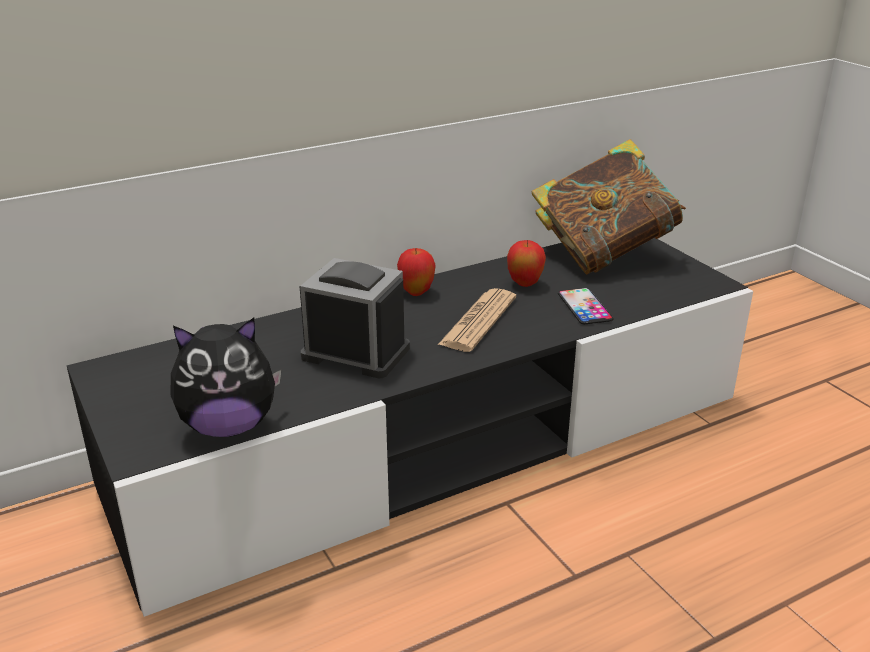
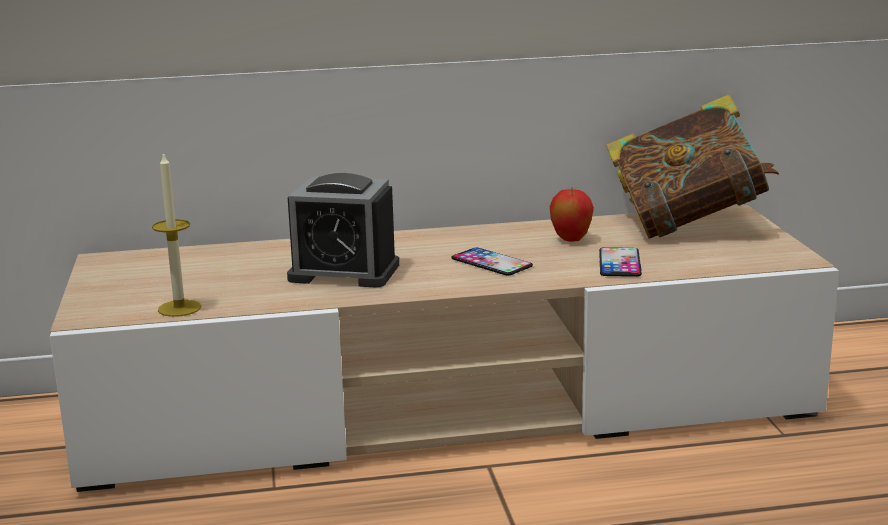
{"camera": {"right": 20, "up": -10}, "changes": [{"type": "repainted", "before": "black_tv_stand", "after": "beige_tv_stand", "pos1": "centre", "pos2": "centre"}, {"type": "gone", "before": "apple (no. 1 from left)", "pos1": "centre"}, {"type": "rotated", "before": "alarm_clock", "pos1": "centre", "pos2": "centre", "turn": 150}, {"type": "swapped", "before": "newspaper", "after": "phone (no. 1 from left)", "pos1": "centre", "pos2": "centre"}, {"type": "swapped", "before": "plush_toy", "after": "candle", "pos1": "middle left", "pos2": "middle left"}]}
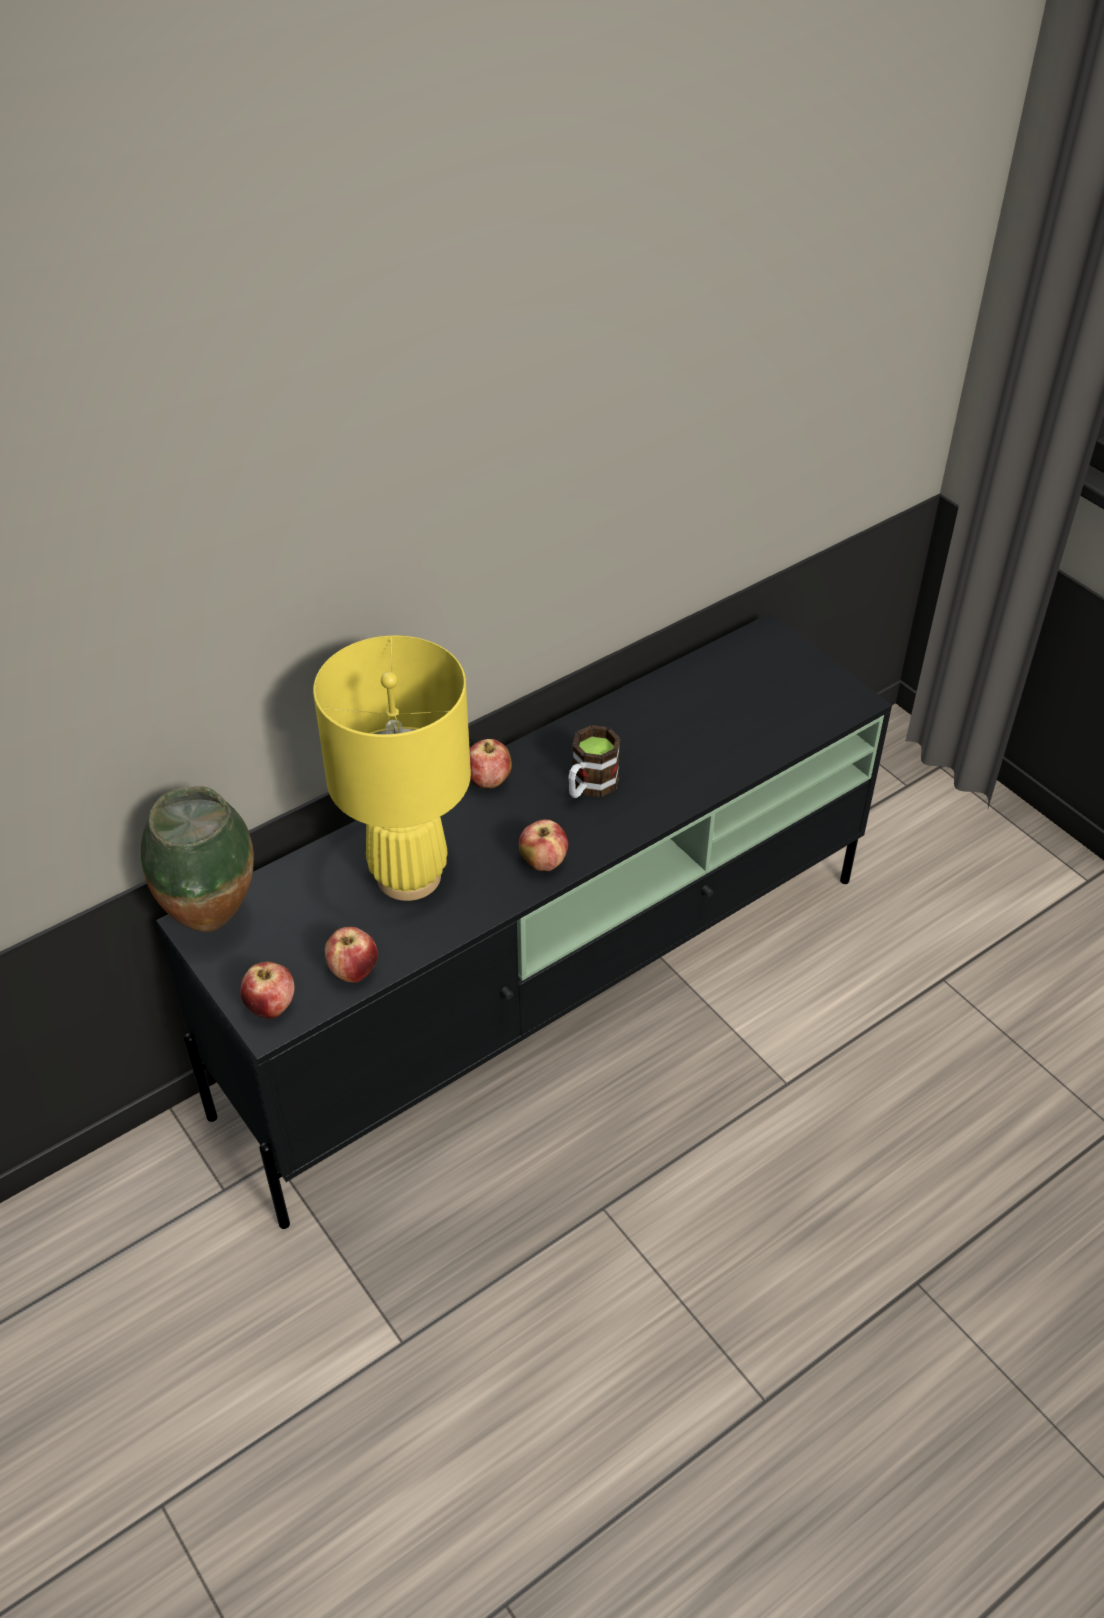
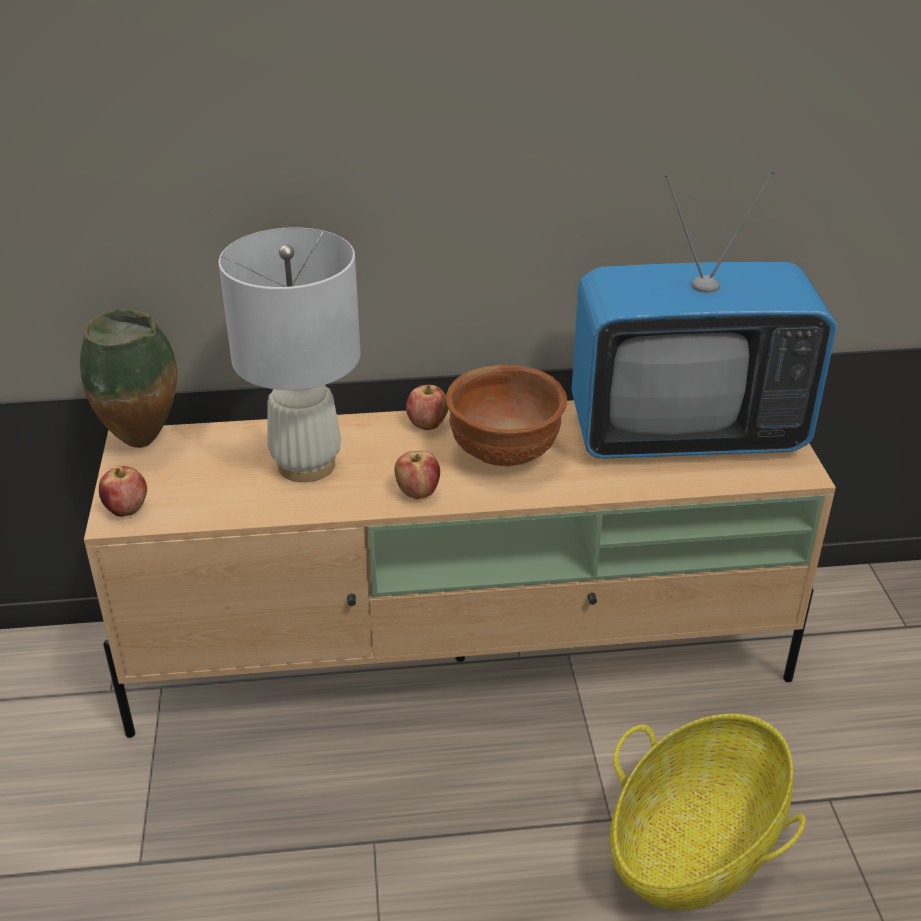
{"camera": {"right": 30, "up": -10}, "changes": [{"type": "repainted", "before": "black_tv_stand", "after": "beige_tv_stand", "pos1": "centre", "pos2": "centre"}, {"type": "repainted", "before": "yellow_table_lamp", "after": "white_table_lamp", "pos1": "centre", "pos2": "middle left"}, {"type": "swapped", "before": "mug", "after": "brown_bowl", "pos1": "centre", "pos2": "centre"}, {"type": "gone", "before": "apple (no. 2 from left)", "pos1": "middle left"}, {"type": "new", "after": "television", "pos2": "middle right"}, {"type": "new", "after": "basket", "pos2": "bottom right"}]}
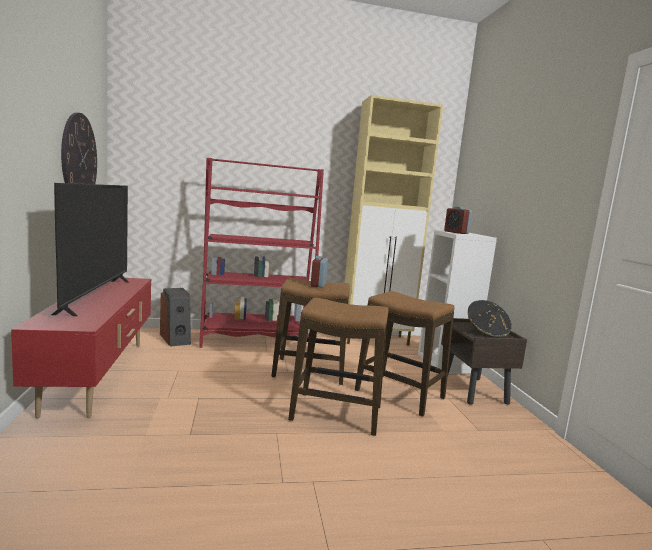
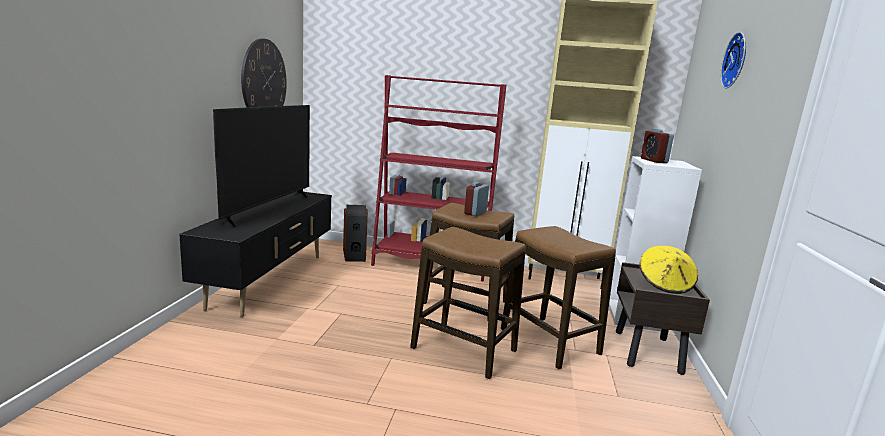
{"camera": {"right": 20, "up": 5}, "changes": [{"type": "repainted", "before": "red_tv_stand", "after": "black_tv_stand", "pos1": "middle left", "pos2": "middle left"}, {"type": "repainted", "before": "black_hat", "after": "yellow_hat", "pos1": "middle right", "pos2": "middle right"}, {"type": "new", "after": "wall_clock (no. 2 from left)", "pos2": "top right"}]}
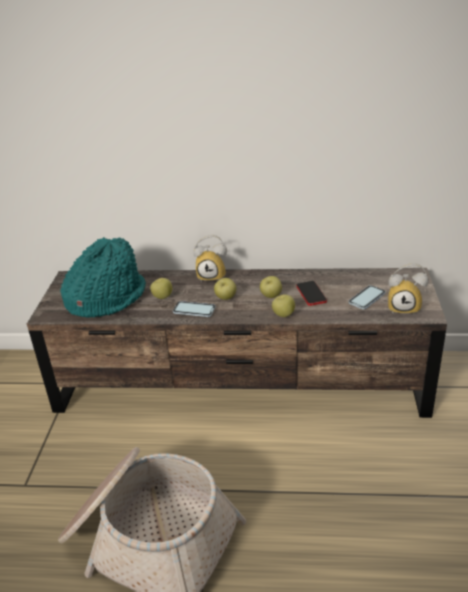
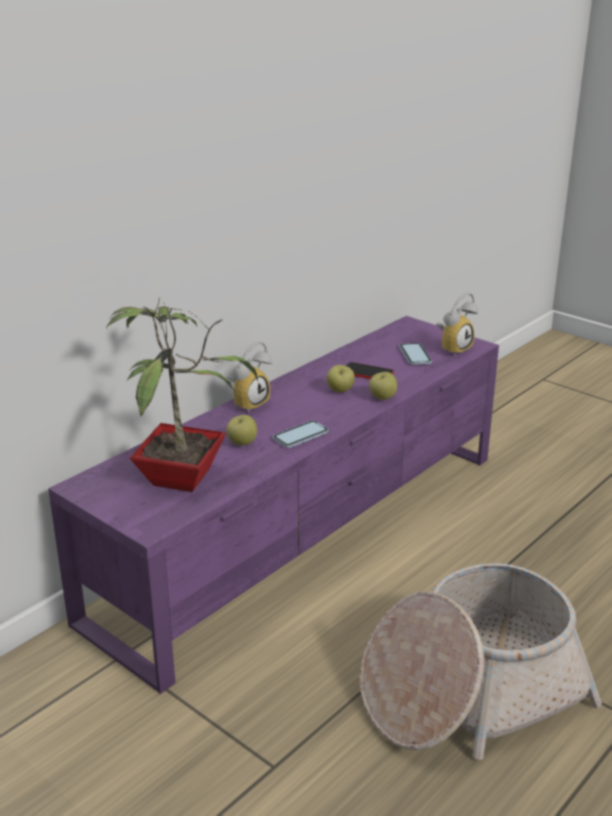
{"camera": {"right": -55, "up": -5}, "changes": [{"type": "swapped", "before": "turquoise_hat", "after": "potted_plant", "pos1": "middle left", "pos2": "middle left"}, {"type": "repainted", "before": "brown_tv_stand", "after": "purple_tv_stand", "pos1": "centre", "pos2": "centre"}, {"type": "gone", "before": "apple (no. 2 from left)", "pos1": "centre"}]}
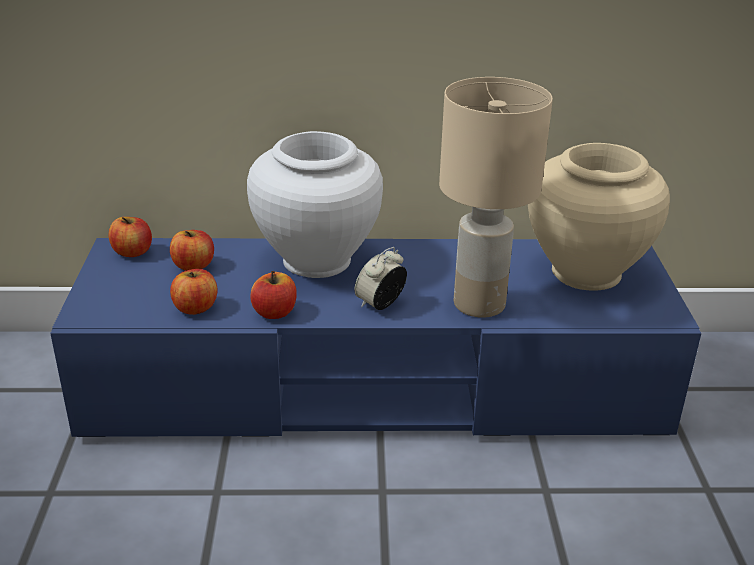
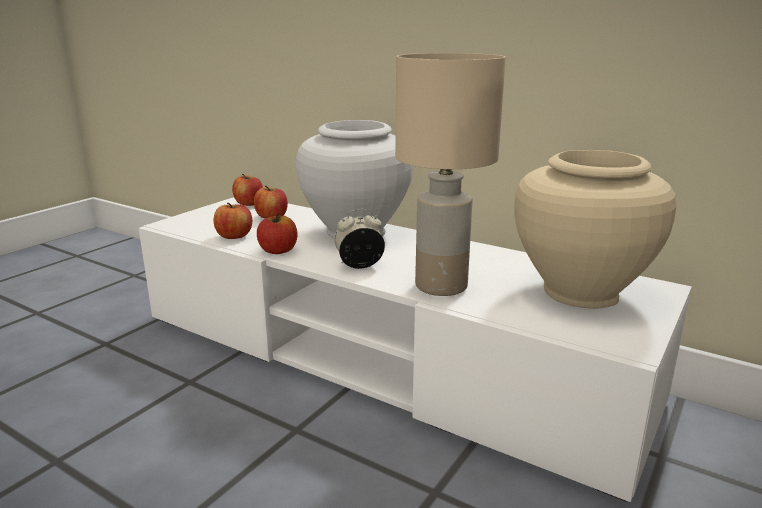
{"camera": {"right": 35, "up": -10}, "changes": [{"type": "repainted", "before": "blue_tv_stand", "after": "white_tv_stand", "pos1": "centre", "pos2": "bottom centre"}]}
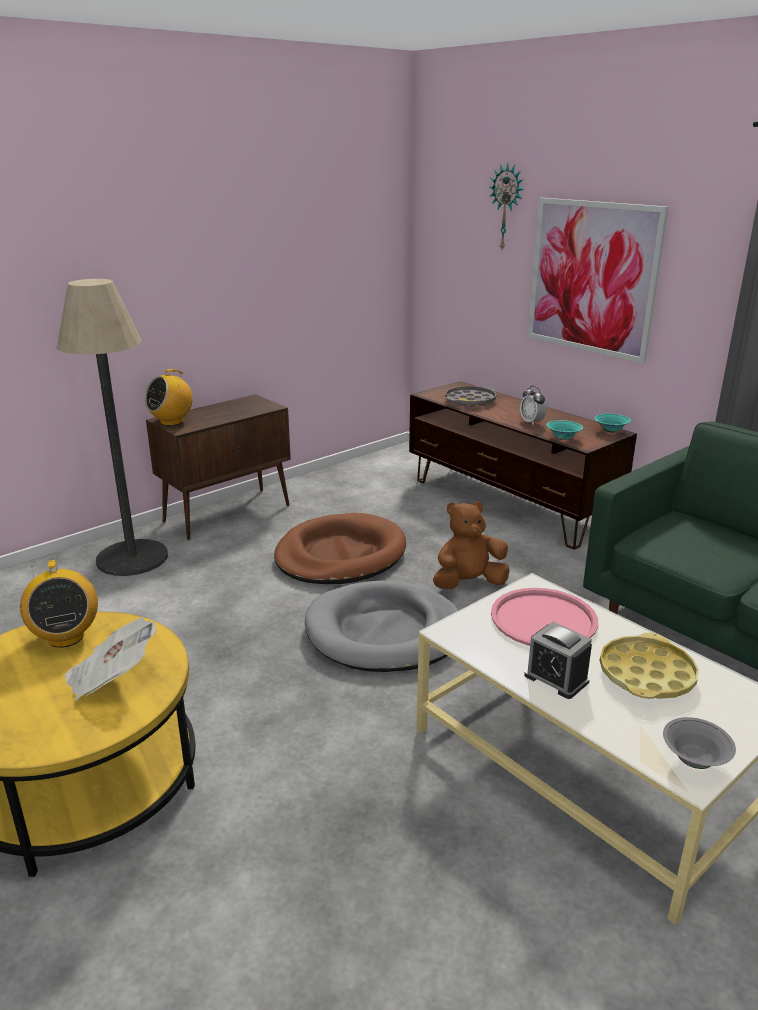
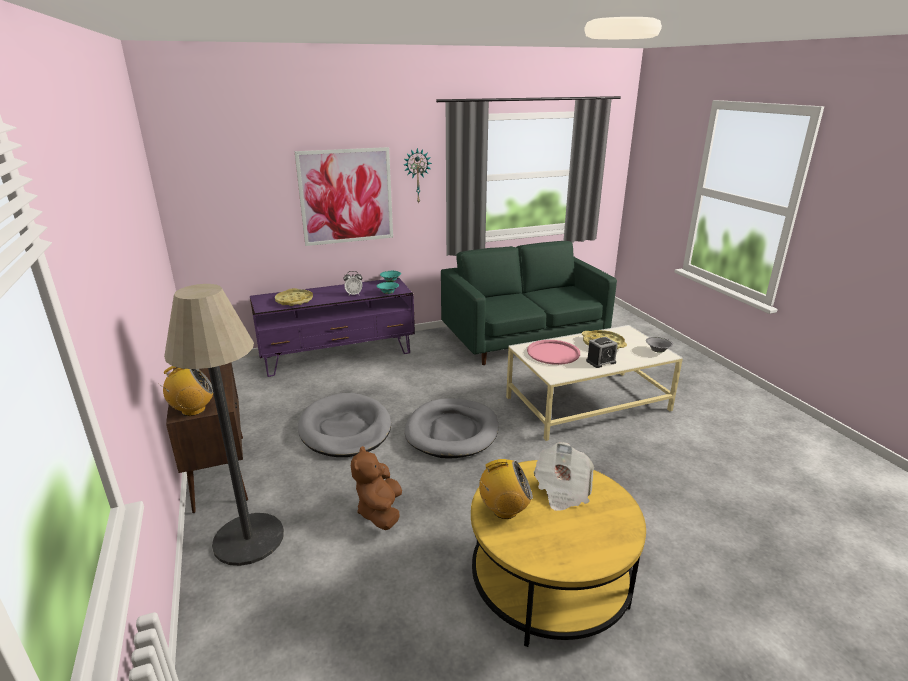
{"camera": {"right": -70, "up": 0}, "changes": [{"type": "shifted", "before": "wall_clock", "pos1": "top right", "pos2": "top centre"}, {"type": "rotated", "before": "radio (no. 2 from left in the first image)", "pos1": "middle left", "pos2": "middle left", "turn": -90}, {"type": "repainted", "before": "brown_tv_stand", "after": "purple_tv_stand", "pos1": "middle right", "pos2": "centre"}, {"type": "repainted", "before": "grey_tray", "after": "yellow_tray (no. 1 from left)", "pos1": "centre", "pos2": "middle left"}, {"type": "shifted", "before": "brown_plush_toy", "pos1": "centre", "pos2": "bottom centre"}, {"type": "repainted", "before": "brown_dog_bed", "after": "grey_dog_bed (no. 1 from left)", "pos1": "centre", "pos2": "centre"}]}
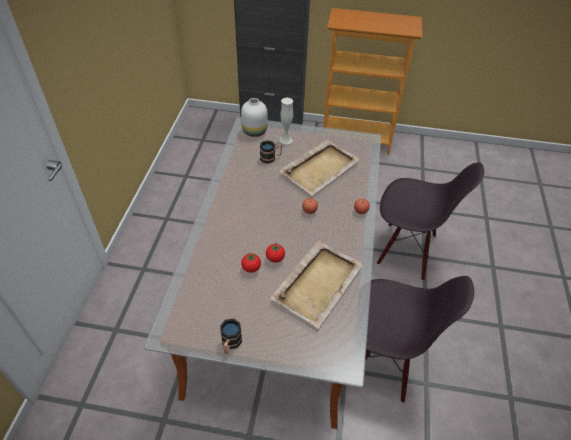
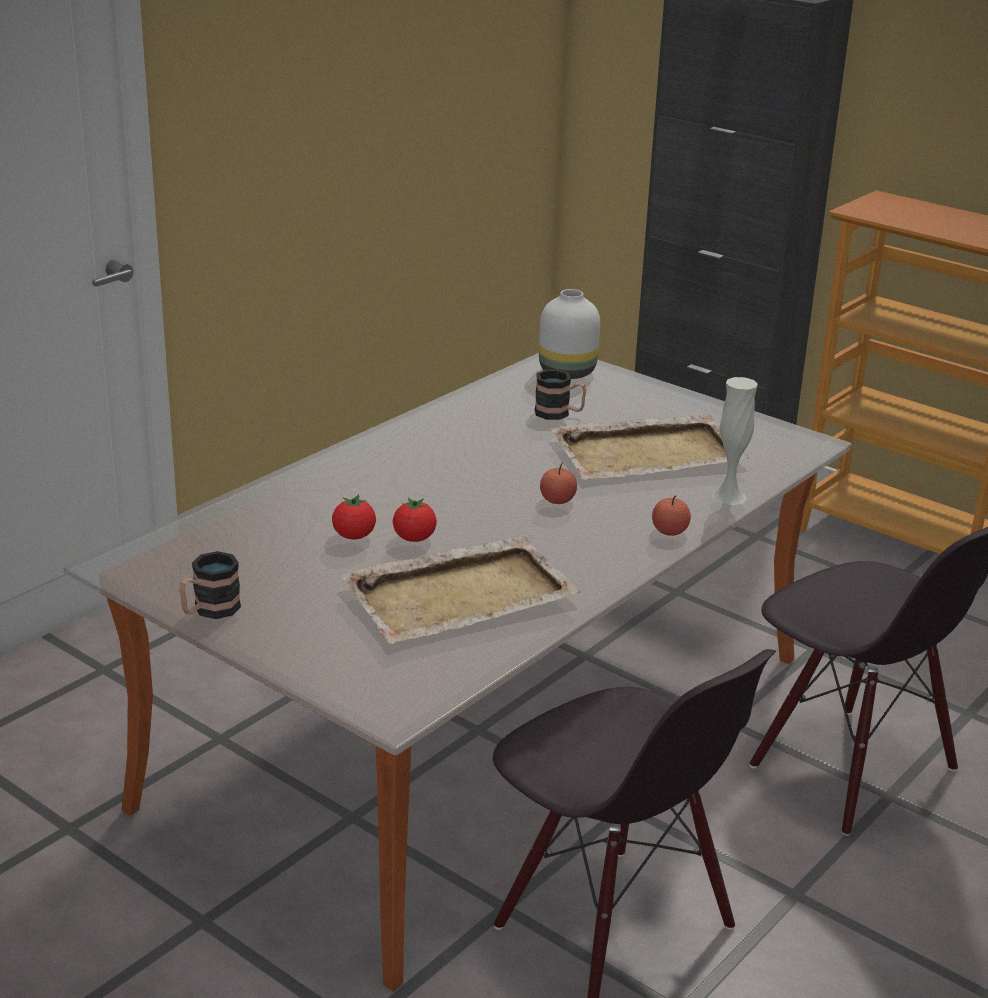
{"camera": {"right": 30, "up": -20}, "changes": [{"type": "shifted", "before": "white_vase (no. 2 from left)", "pos1": "top centre", "pos2": "middle right"}]}
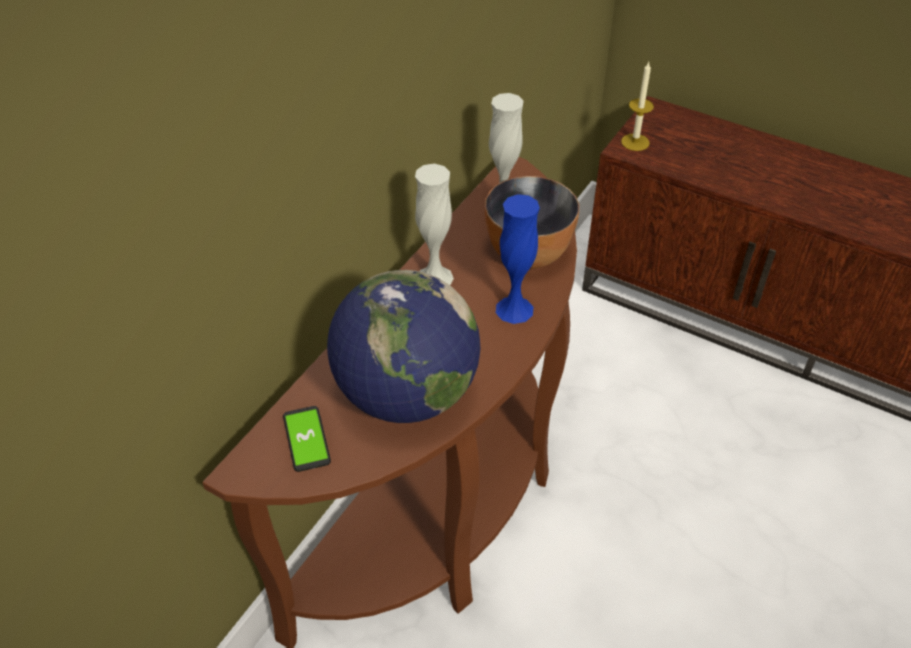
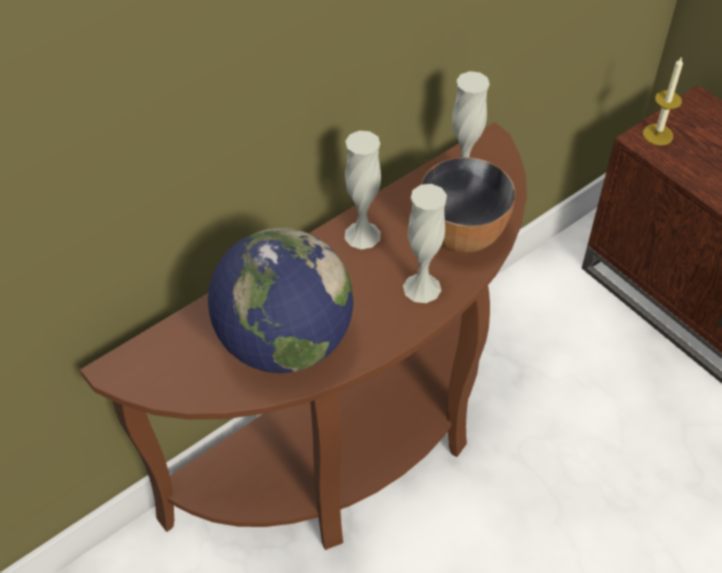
{"camera": {"right": 20, "up": 5}, "changes": [{"type": "repainted", "before": "blue_vase", "after": "white_vase (no. 2 from left)", "pos1": "centre", "pos2": "centre"}, {"type": "gone", "before": "phone", "pos1": "bottom centre"}]}
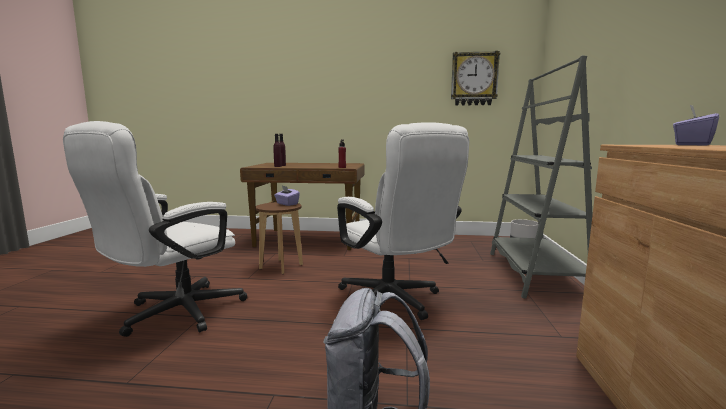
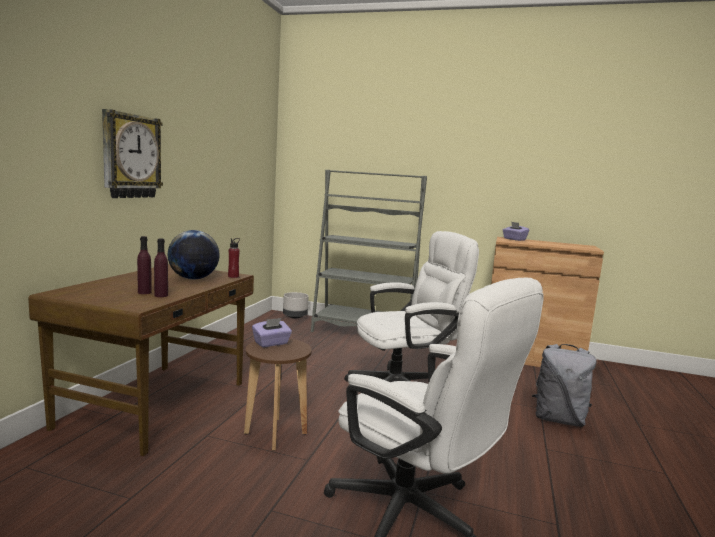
{"camera": {"right": -80, "up": 0}, "changes": [{"type": "shifted", "before": "wall_clock", "pos1": "top centre", "pos2": "top left"}, {"type": "new", "after": "globe", "pos2": "middle left"}]}
